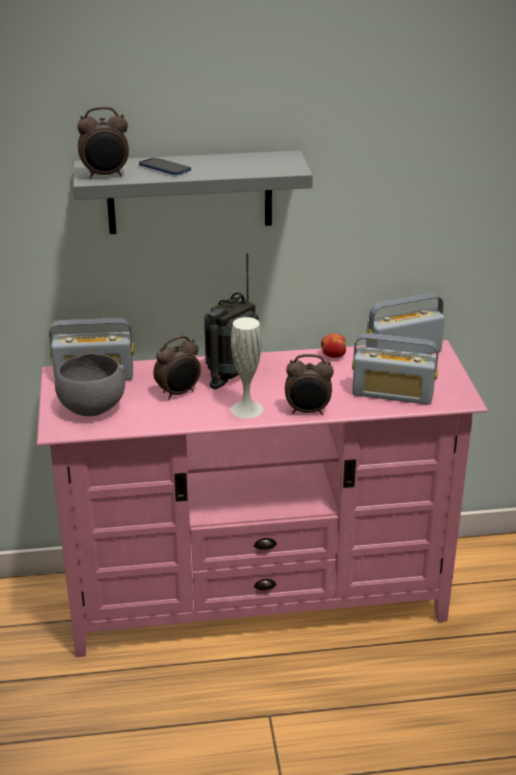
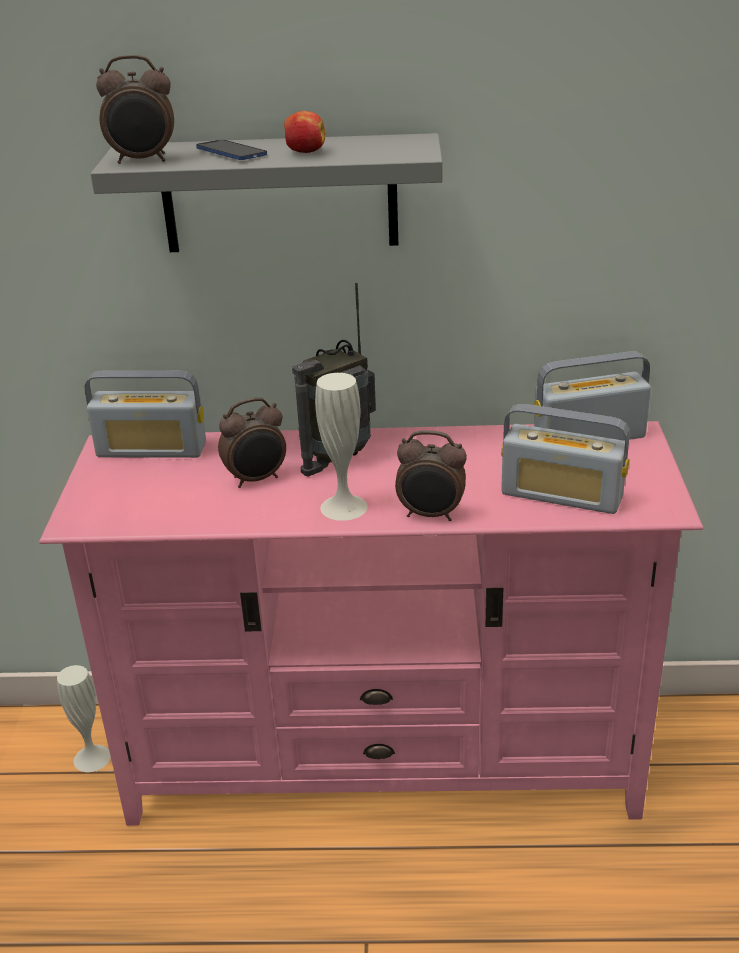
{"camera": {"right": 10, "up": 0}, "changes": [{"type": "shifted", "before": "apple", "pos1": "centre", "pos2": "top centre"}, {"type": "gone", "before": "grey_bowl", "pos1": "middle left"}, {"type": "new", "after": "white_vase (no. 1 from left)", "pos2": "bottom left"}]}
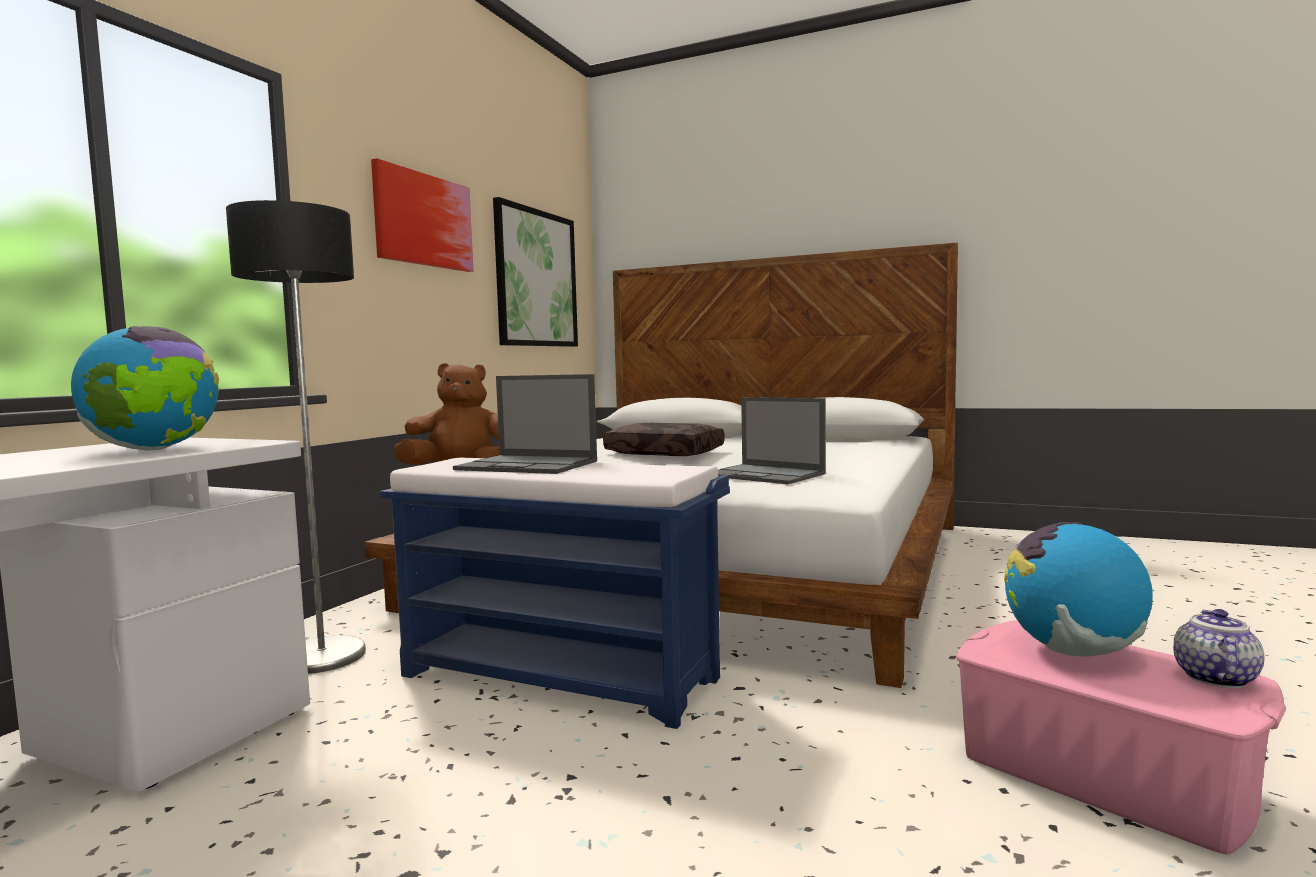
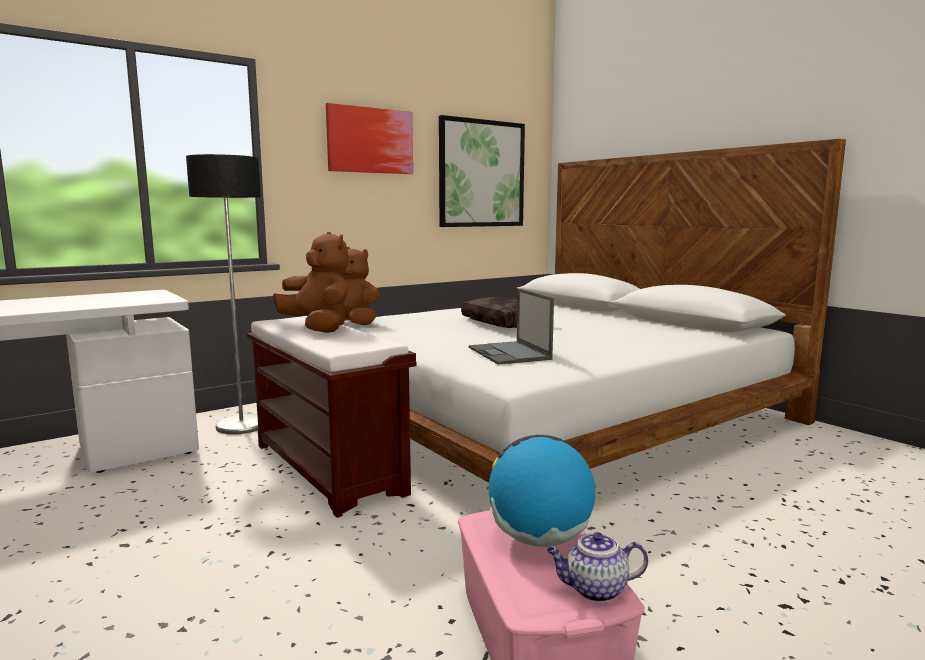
{"camera": {"right": 30, "up": 5}, "changes": [{"type": "gone", "before": "globe (no. 1 from left)", "pos1": "middle left"}, {"type": "swapped", "before": "laptop (no. 1 from left)", "after": "brown_plush_toy (no. 1 from left)", "pos1": "centre", "pos2": "centre"}, {"type": "repainted", "before": "blue_bench", "after": "brown_bench", "pos1": "bottom centre", "pos2": "centre"}, {"type": "rotated", "before": "teapot", "pos1": "bottom right", "pos2": "bottom centre", "turn": -150}]}
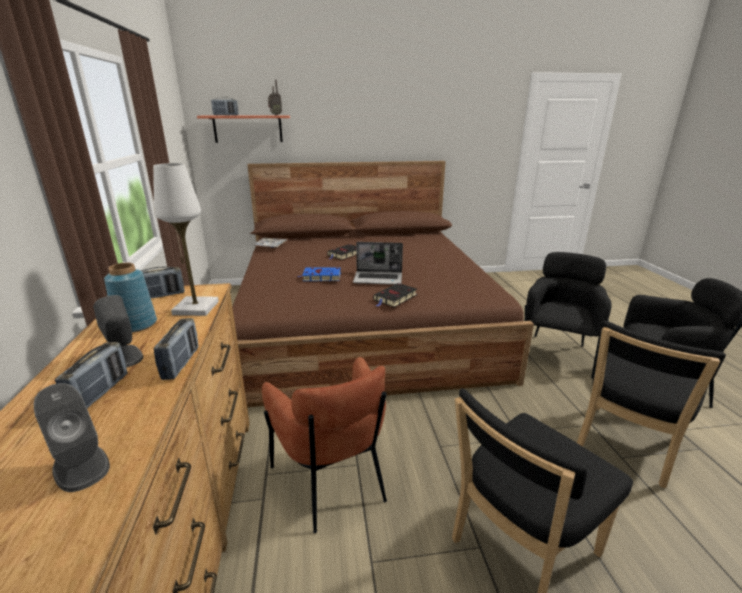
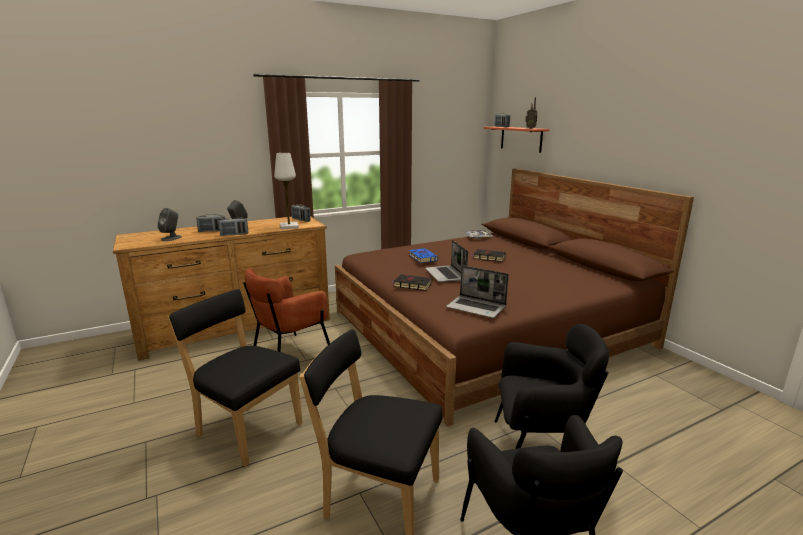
{"camera": {"right": 70, "up": -5}, "changes": [{"type": "gone", "before": "blue_vase", "pos1": "middle left"}, {"type": "new", "after": "laptop (no. 2 from left)", "pos2": "centre"}]}
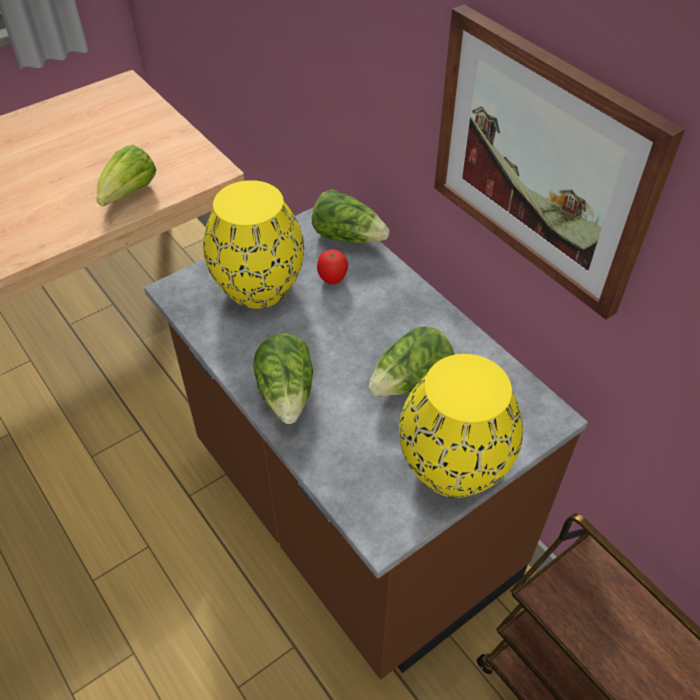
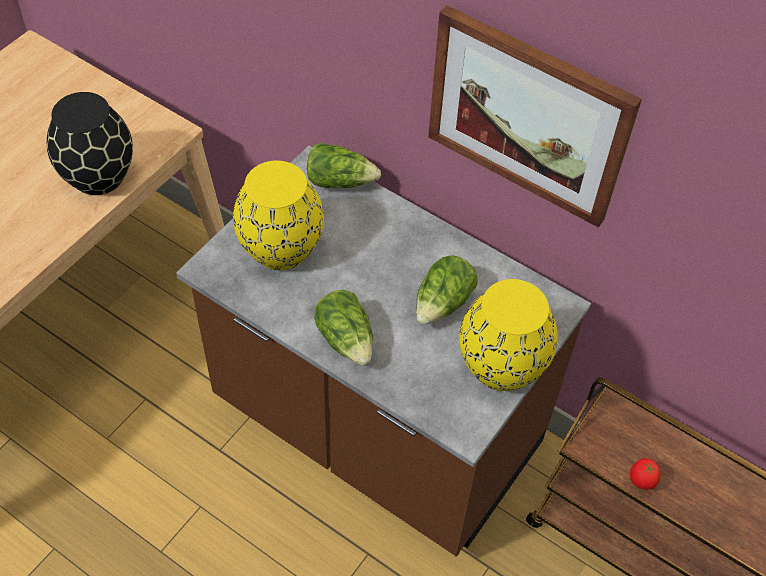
{"camera": {"right": -20, "up": 5}, "changes": [{"type": "swapped", "before": "lettuce (no. 1 from left)", "after": "black_vase", "pos1": "top left", "pos2": "top left"}, {"type": "shifted", "before": "tomato", "pos1": "centre", "pos2": "bottom right"}]}
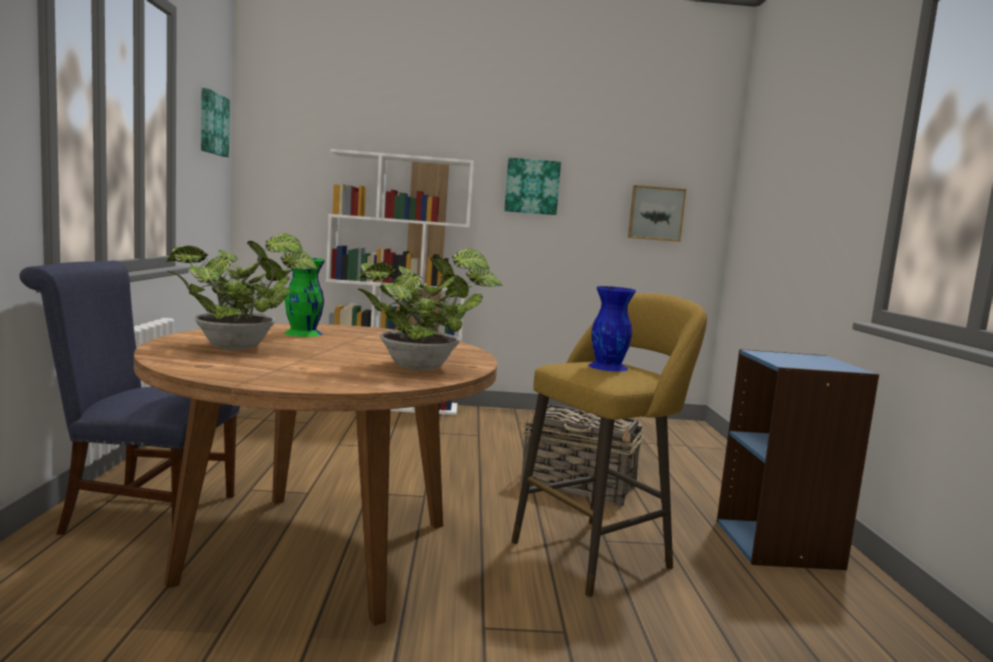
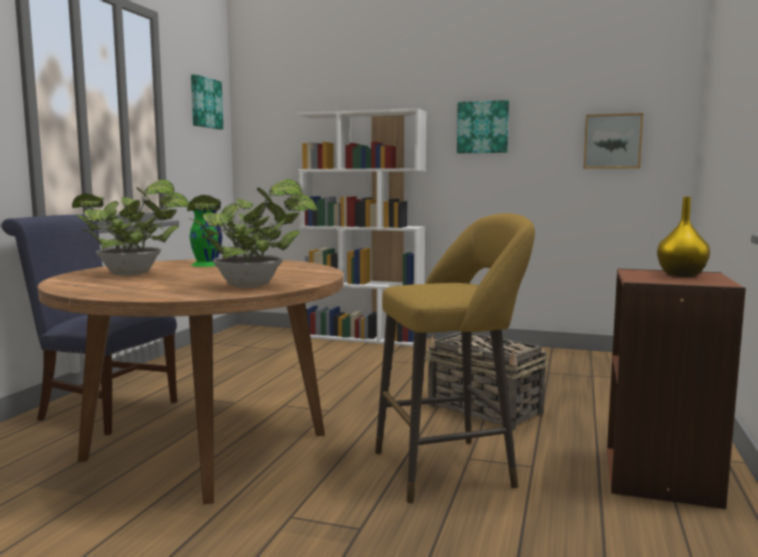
{"camera": {"right": 20, "up": 0}, "changes": [{"type": "gone", "before": "blue_vase", "pos1": "centre"}, {"type": "repainted", "before": "blue_bookcase", "after": "brown_bookcase", "pos1": "bottom right", "pos2": "bottom right"}, {"type": "new", "after": "yellow_vase", "pos2": "middle right"}]}
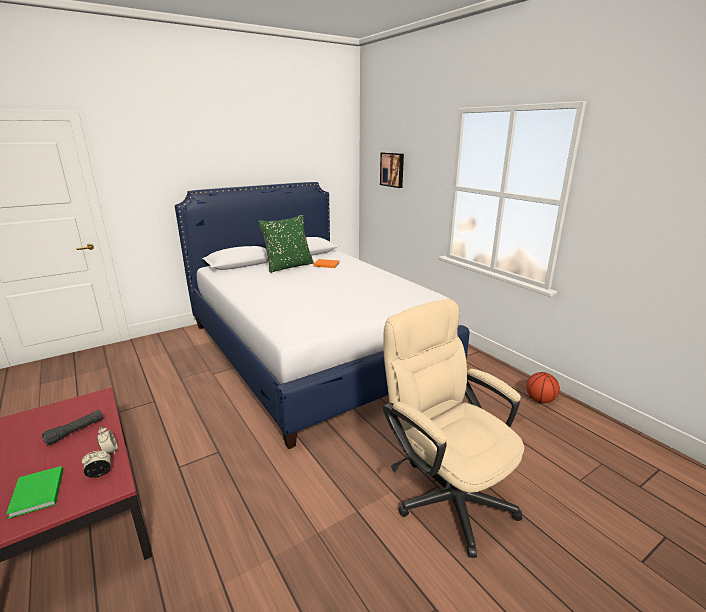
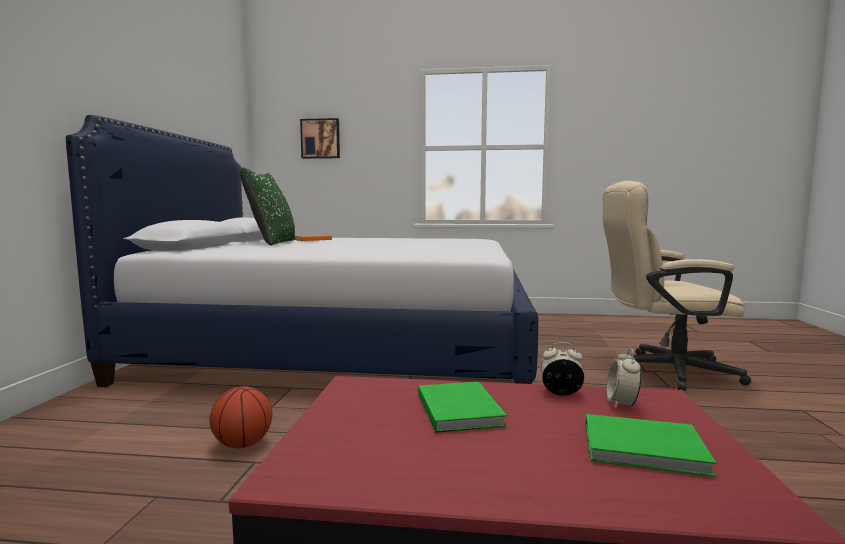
{"camera": {"right": -50, "up": -15}, "changes": [{"type": "shifted", "before": "basketball", "pos1": "middle right", "pos2": "bottom left"}, {"type": "swapped", "before": "black_flashlight", "after": "green_book (no. 1 from left)", "pos1": "bottom left", "pos2": "bottom centre"}]}
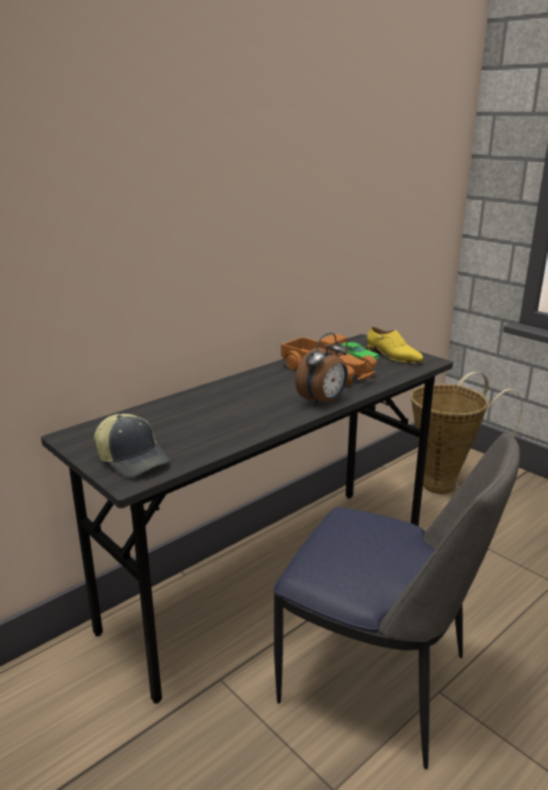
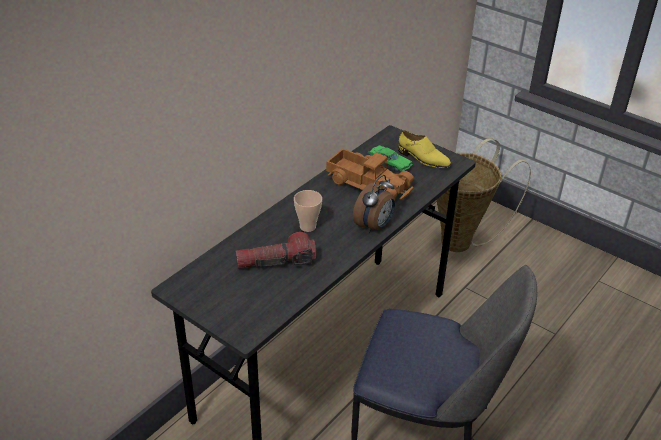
{"camera": {"right": -10, "up": 15}, "changes": [{"type": "gone", "before": "cap", "pos1": "middle left"}, {"type": "new", "after": "cup", "pos2": "centre"}, {"type": "new", "after": "flashlight", "pos2": "centre"}]}
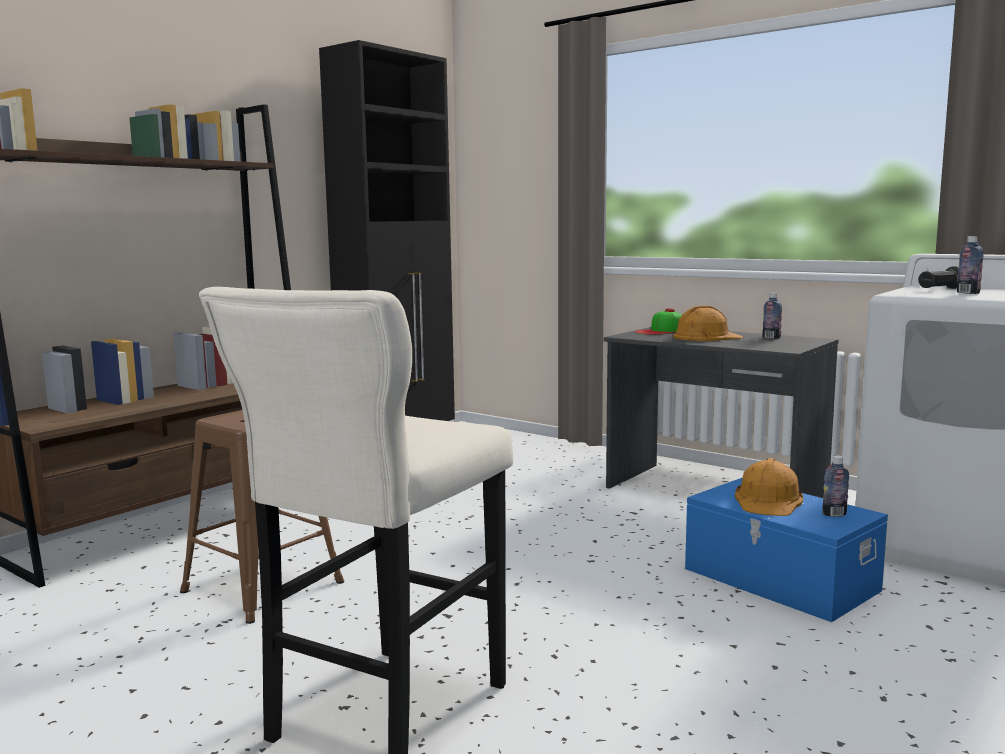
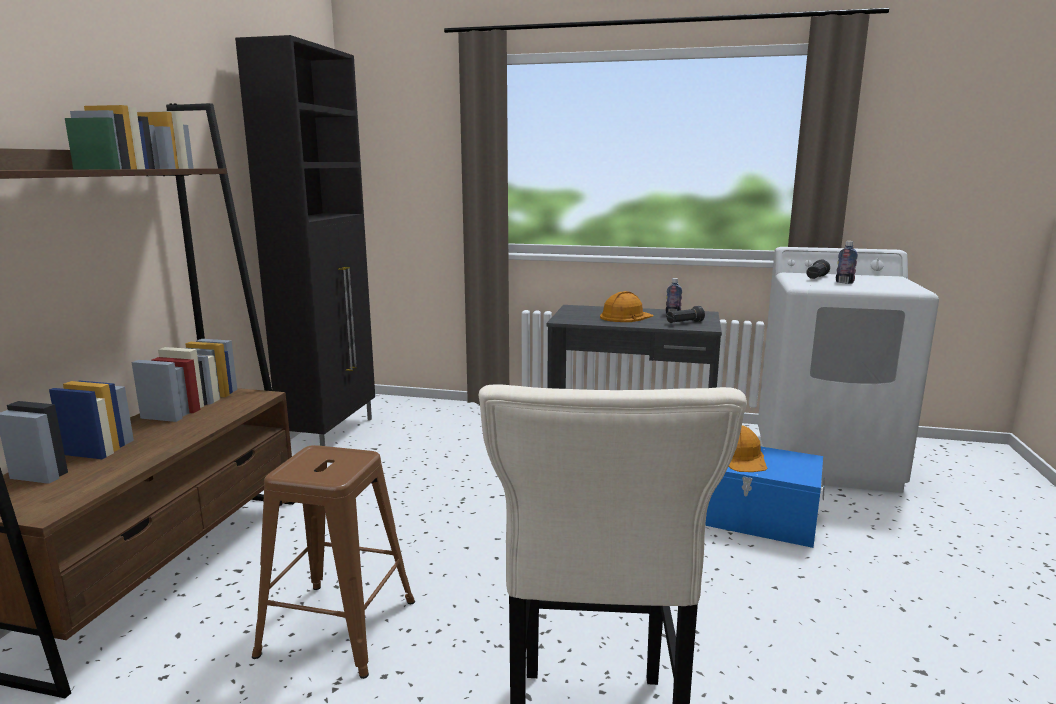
{"camera": {"right": -25, "up": 5}, "changes": [{"type": "gone", "before": "cap", "pos1": "centre"}, {"type": "gone", "before": "bottle (no. 2 from left)", "pos1": "middle right"}, {"type": "new", "after": "black_flashlight (no. 1 from left)", "pos2": "centre"}]}
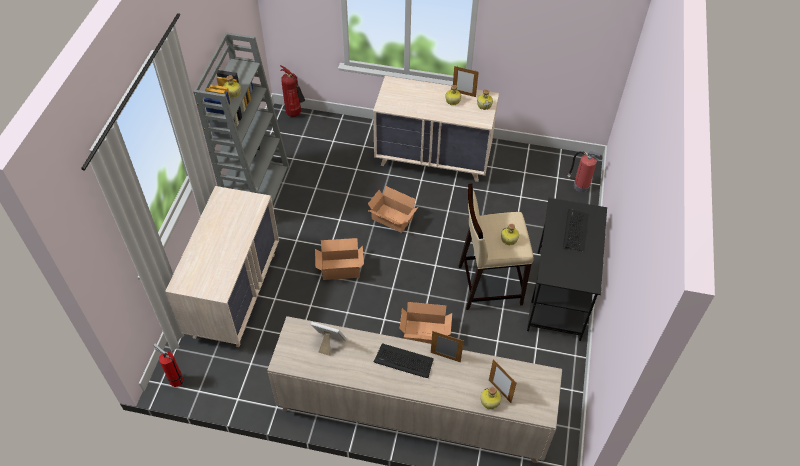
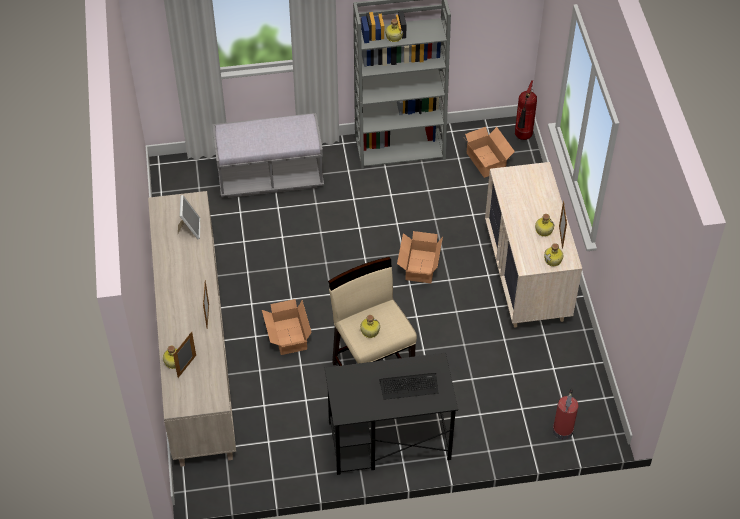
{"camera": {"right": 70, "up": 0}, "changes": [{"type": "swapped", "before": "beige_dresser (no. 1 from left)", "after": "grey_bench", "pos1": "middle left", "pos2": "top centre"}, {"type": "shifted", "before": "cardboard_box (no. 1 from left in the first image)", "after": "cardboard_box (no. 3 from left)", "pos1": "centre", "pos2": "top centre"}, {"type": "gone", "before": "keyboard (no. 1 from left)", "pos1": "bottom centre"}, {"type": "gone", "before": "fire_extinguisher (no. 1 from left)", "pos1": "bottom left"}]}
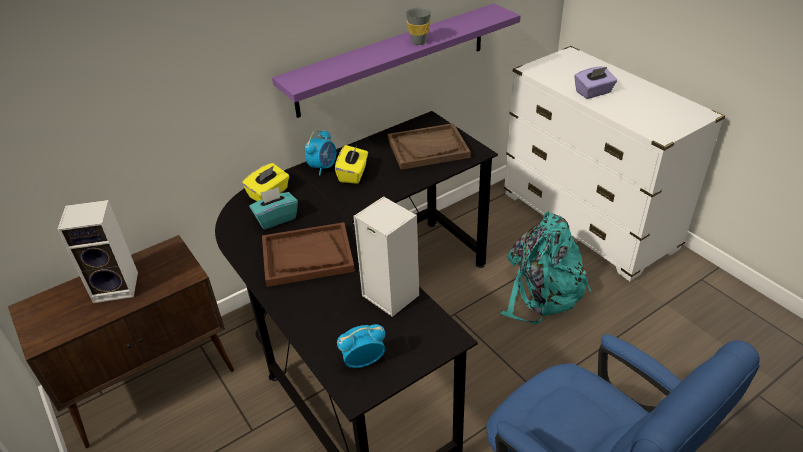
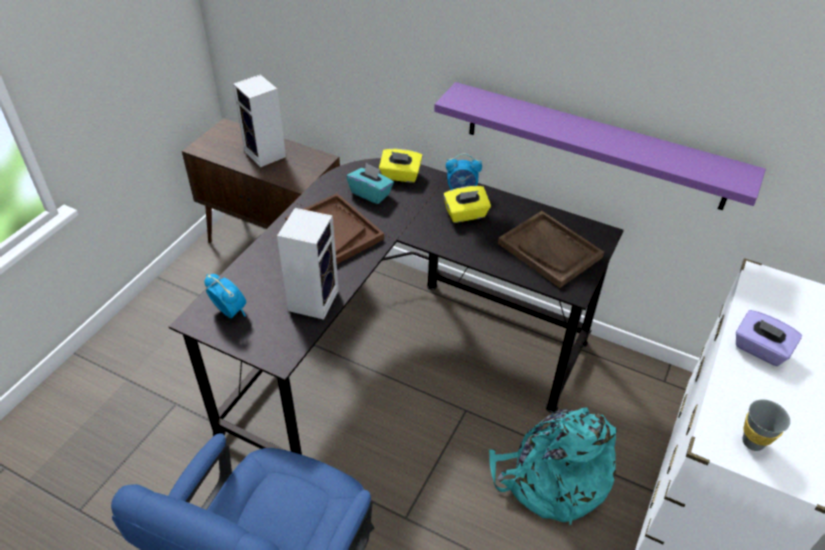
{"camera": {"right": 60, "up": 5}, "changes": [{"type": "shifted", "before": "grey_cup", "pos1": "top centre", "pos2": "bottom right"}]}
